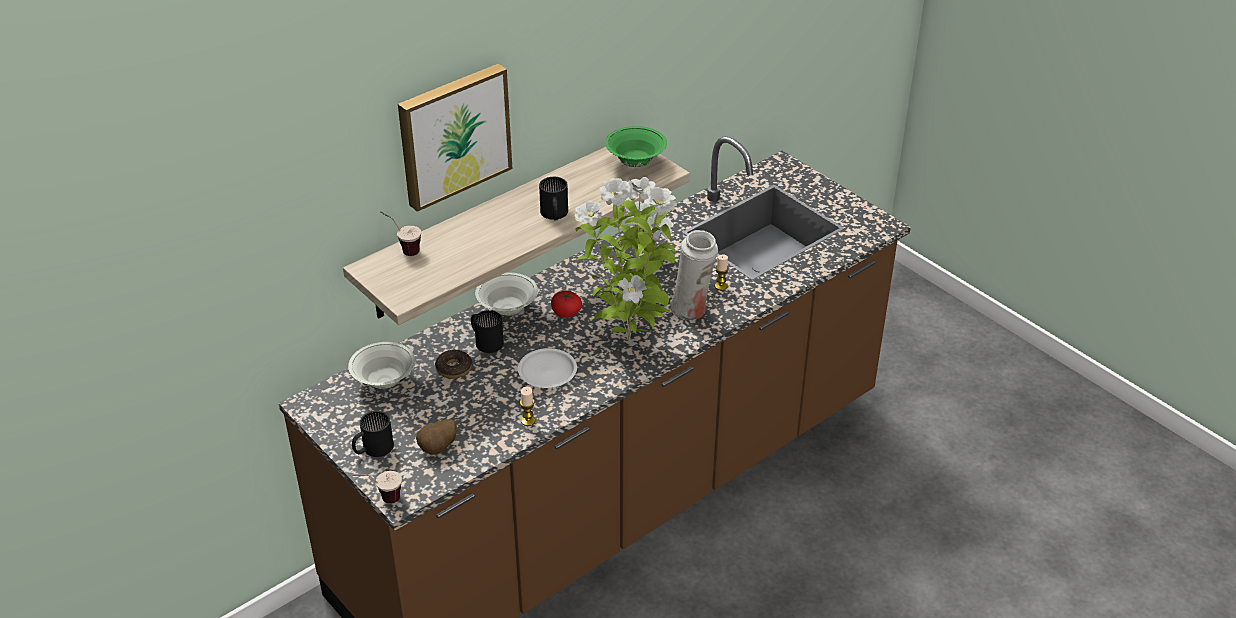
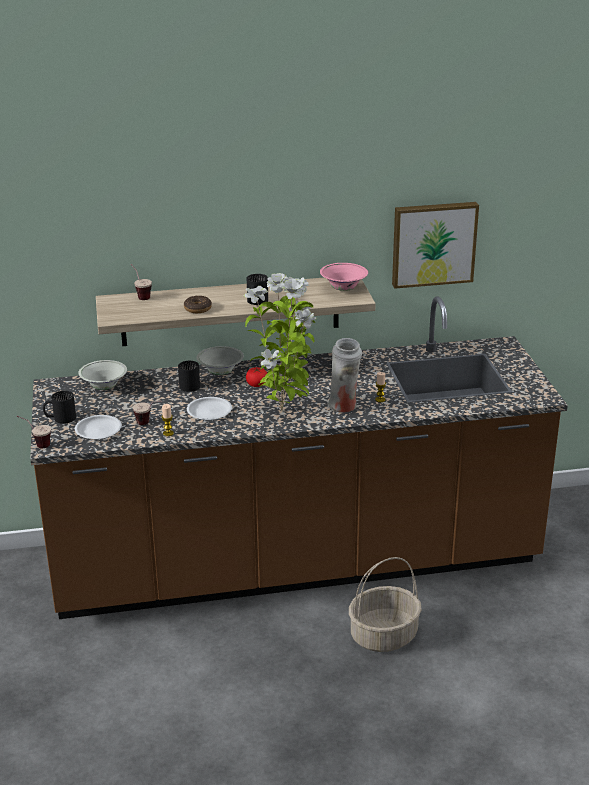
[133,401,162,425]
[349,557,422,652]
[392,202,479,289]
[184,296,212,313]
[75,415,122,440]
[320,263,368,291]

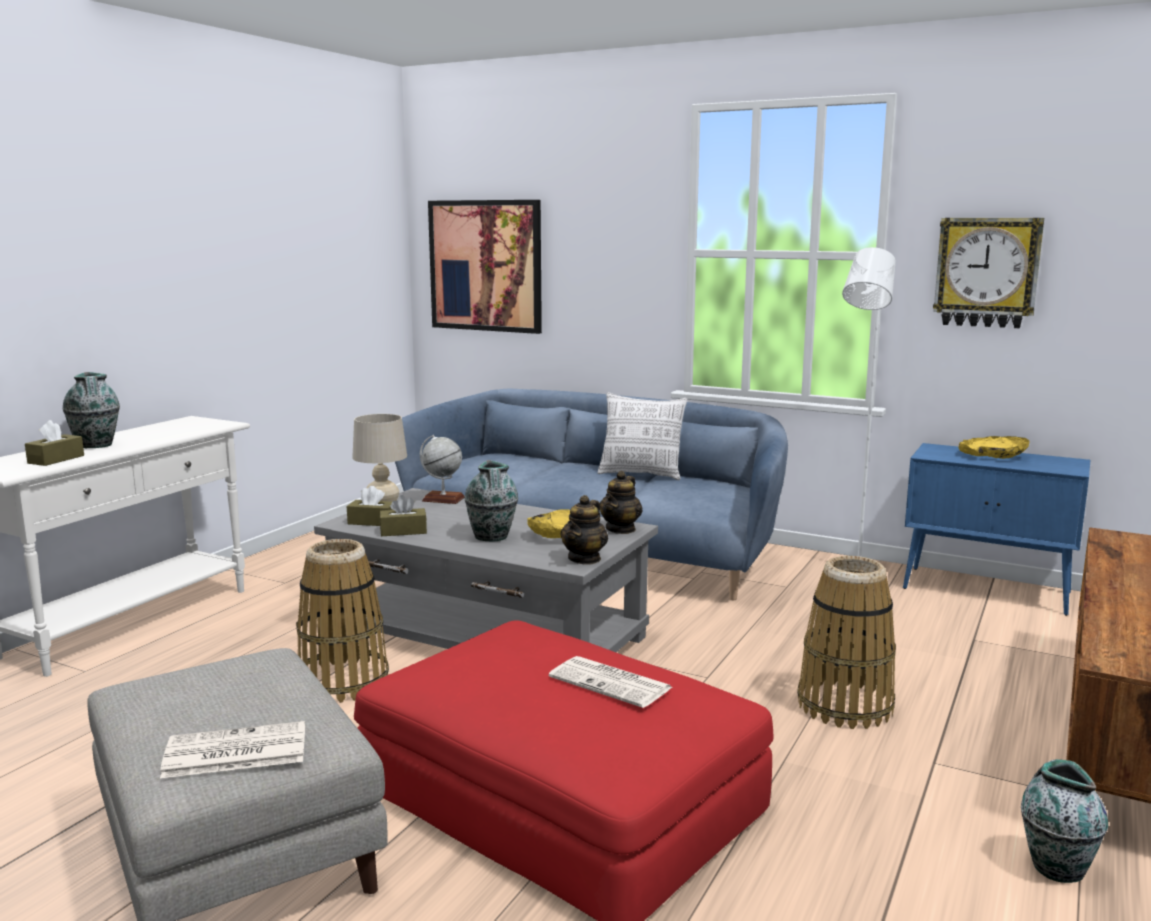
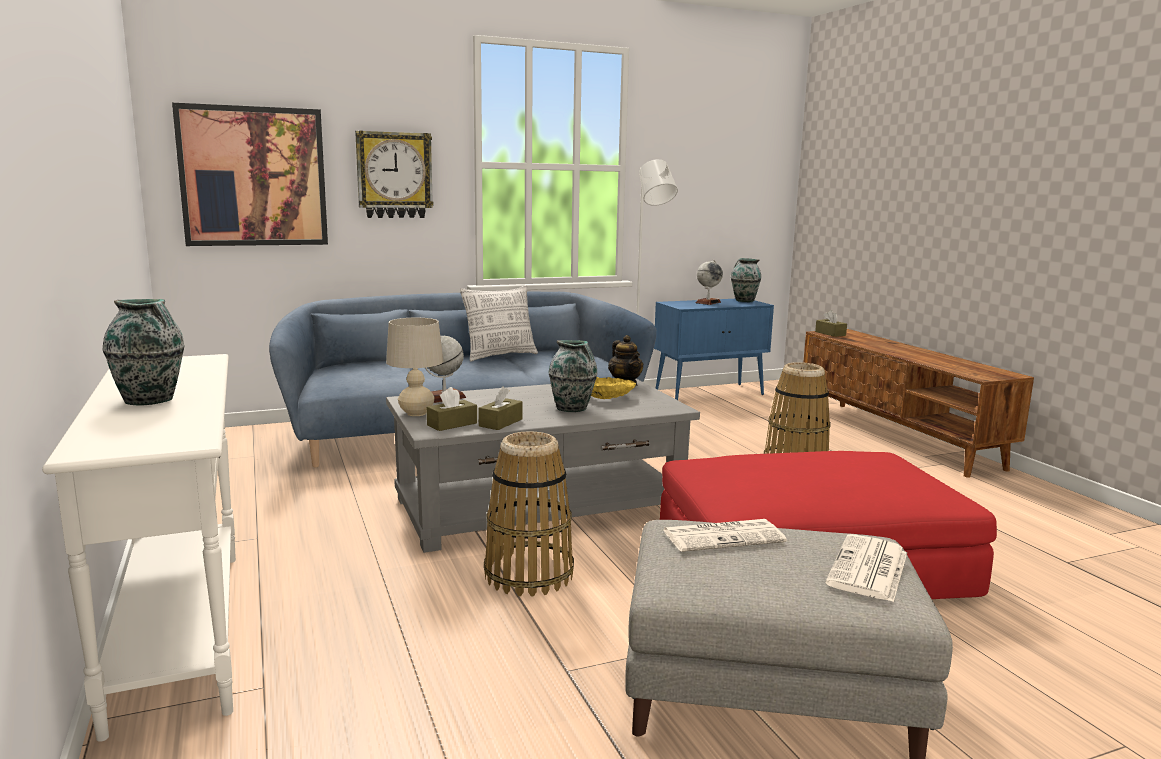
[560,495,608,564] (first image)
[815,310,847,337]
[663,519,787,552]
[355,130,433,218]
[731,258,761,302]
[695,260,723,305]

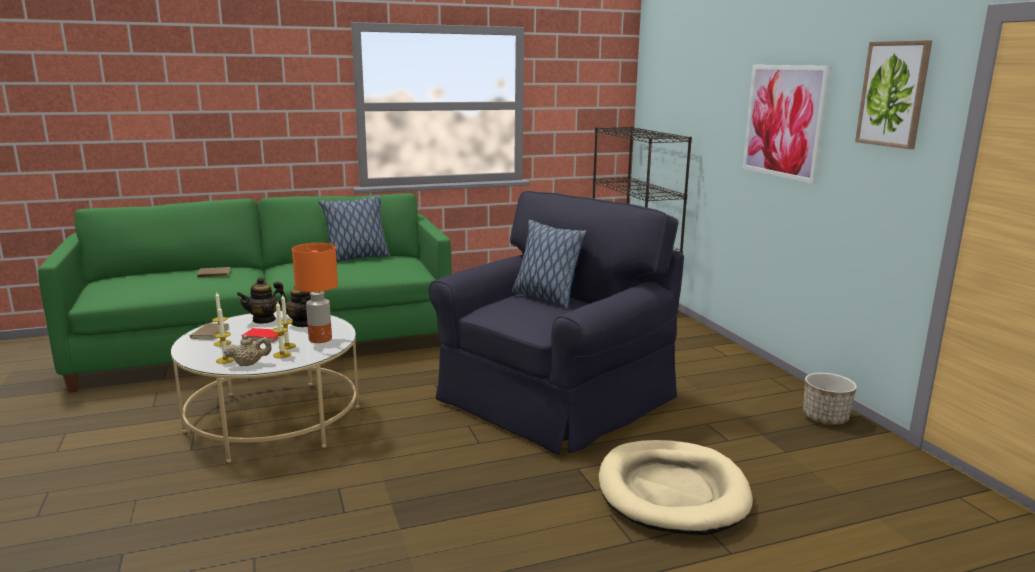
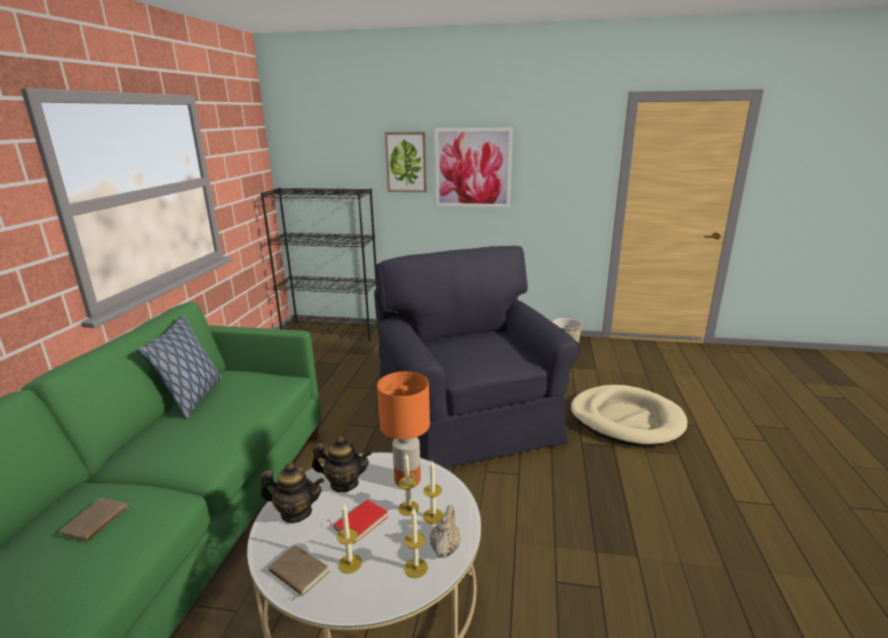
[512,220,587,309] (first image)
[385,132,427,192]
[261,462,324,523]

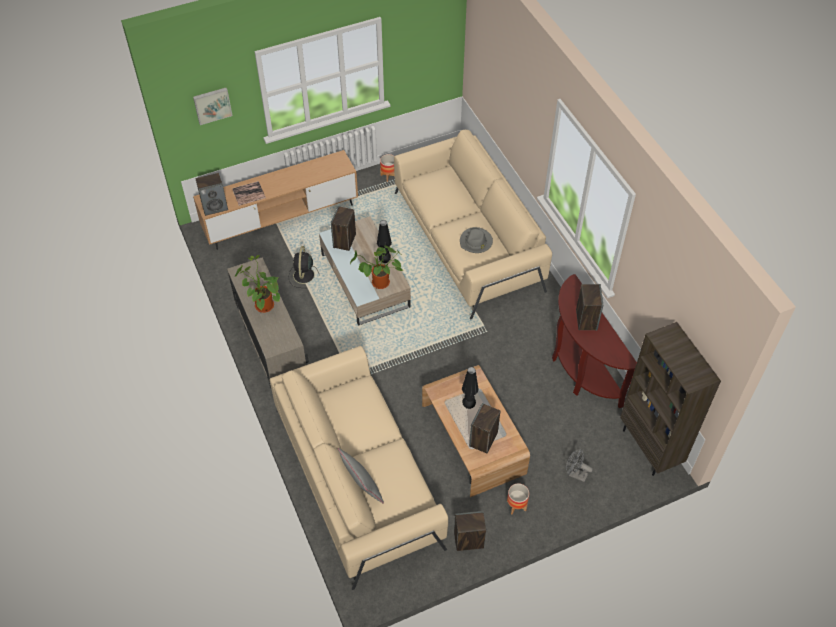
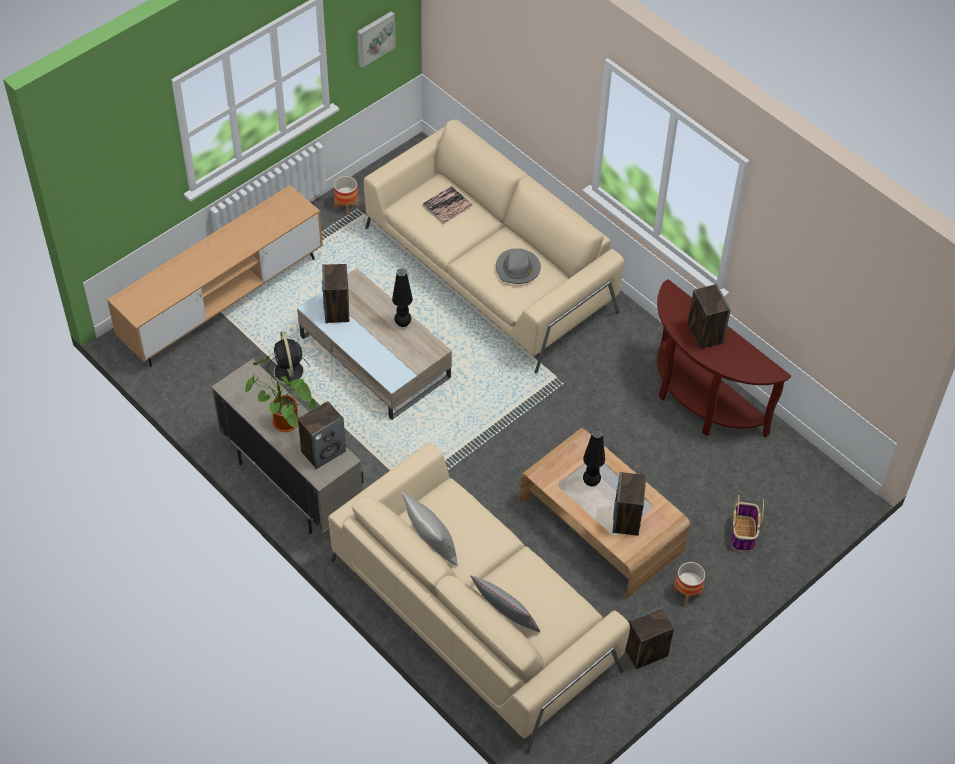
[350,246,403,289] (first image)
[620,322,721,476] (first image)
[402,492,458,566]
[357,11,396,68]
[298,401,346,469]
[422,186,472,224]
[731,495,764,551]

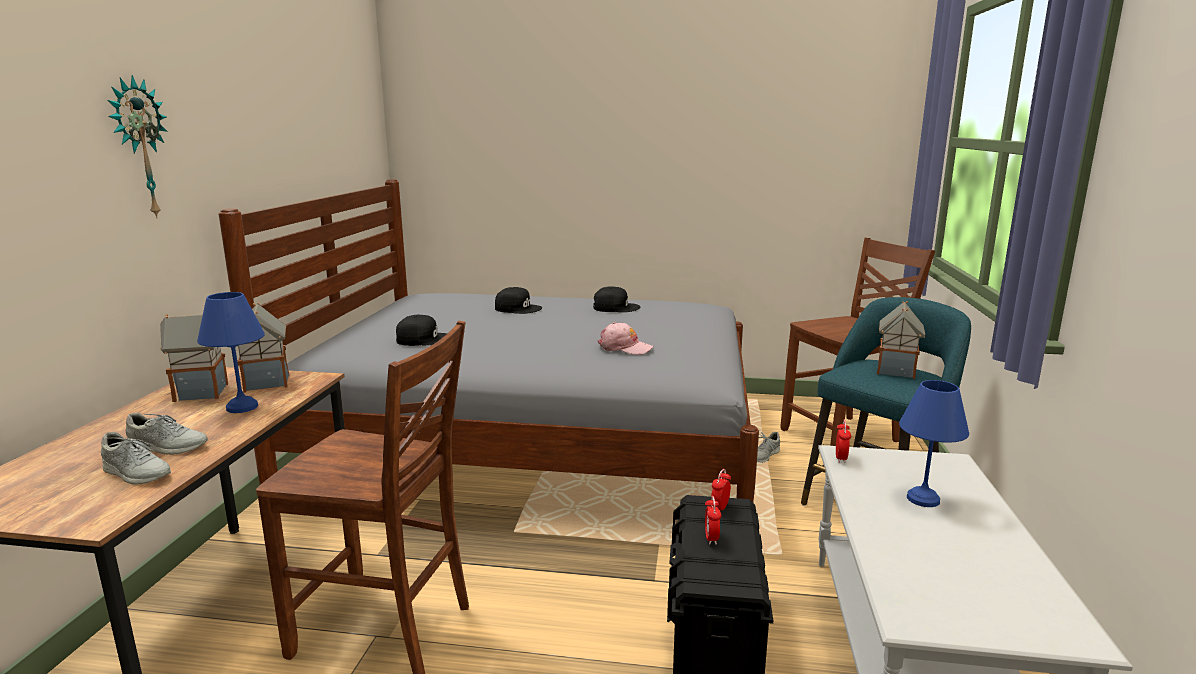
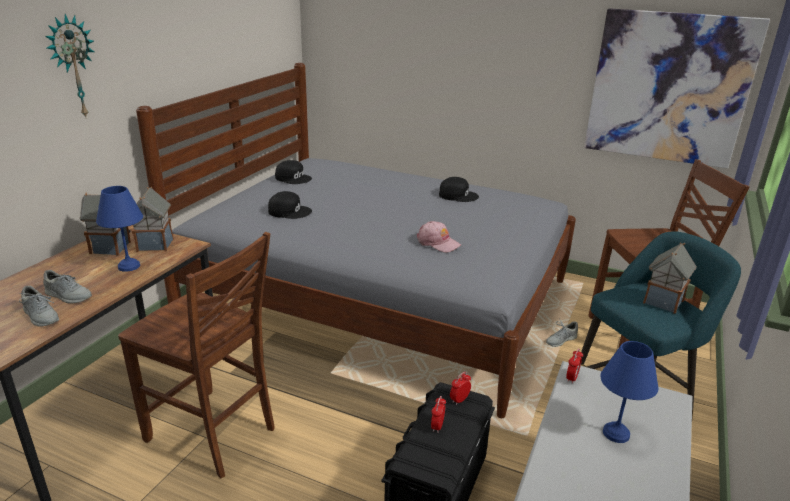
[584,8,770,168]
[275,160,312,184]

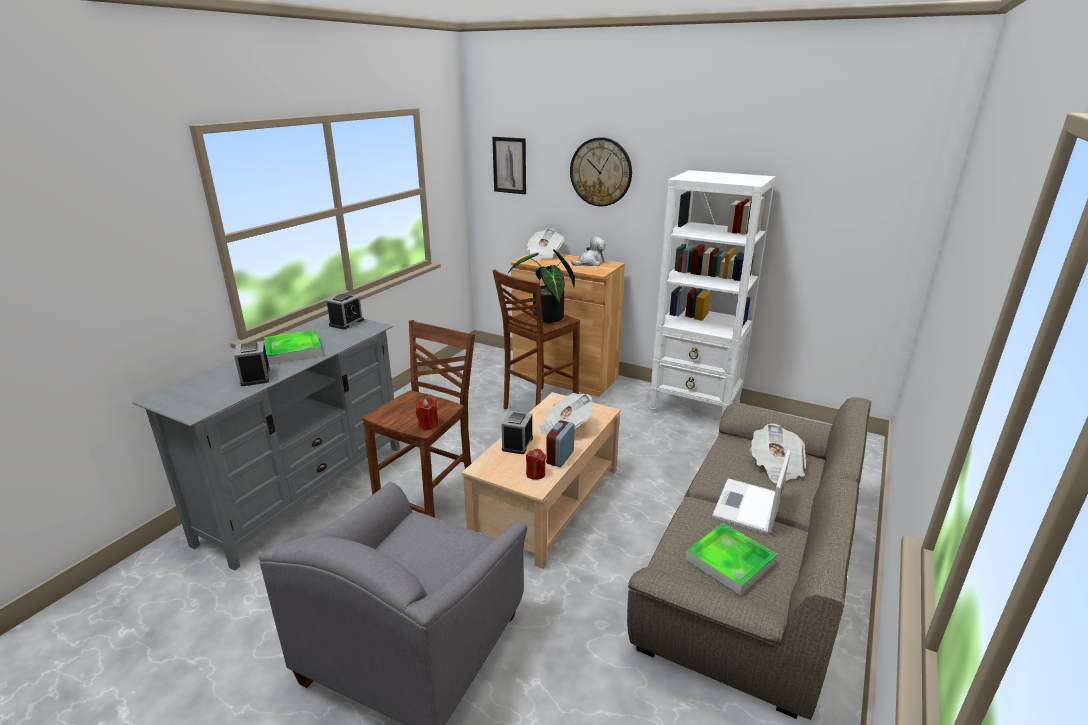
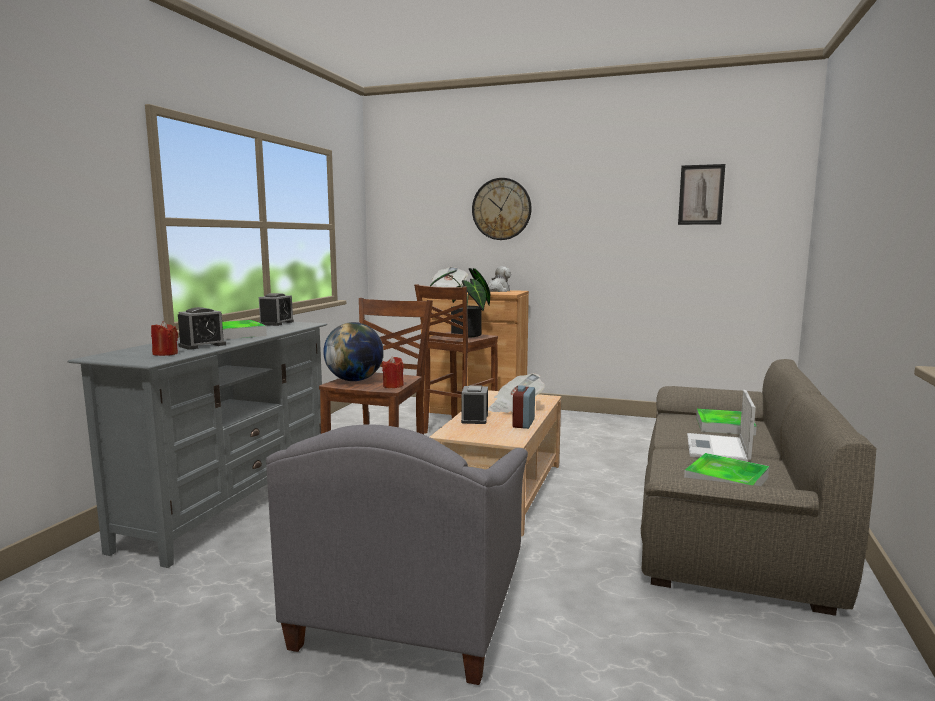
[650,170,775,415] (first image)
[323,322,384,381]
[678,164,725,225]
[151,321,178,356]
[696,409,757,435]
[178,307,226,350]

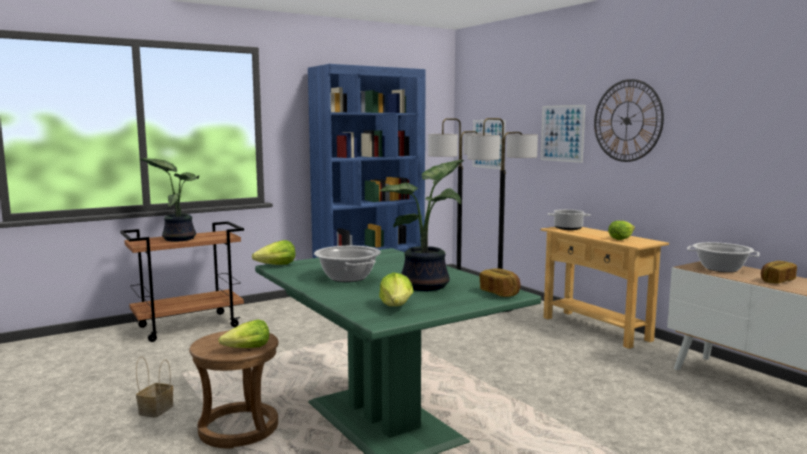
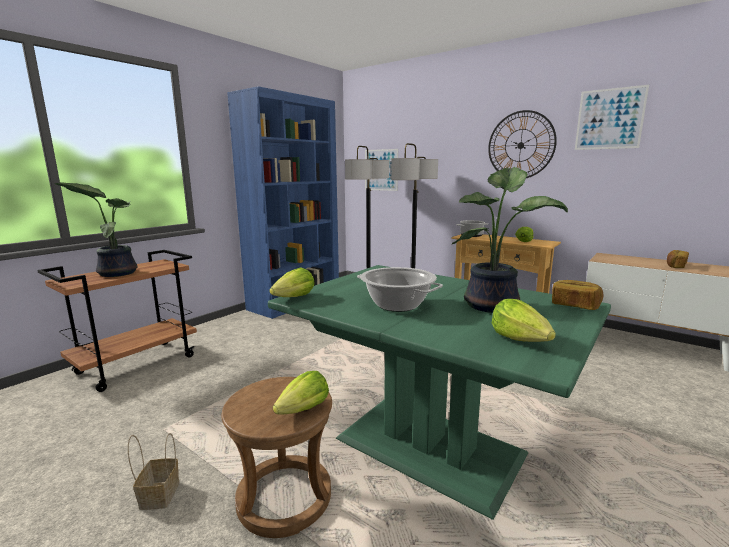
[687,242,759,272] (first image)
[575,85,649,150]

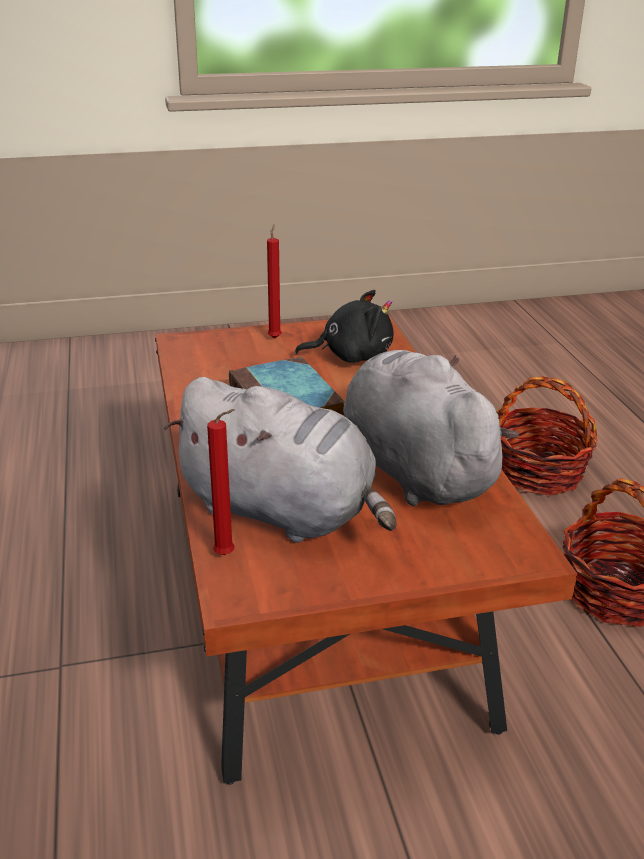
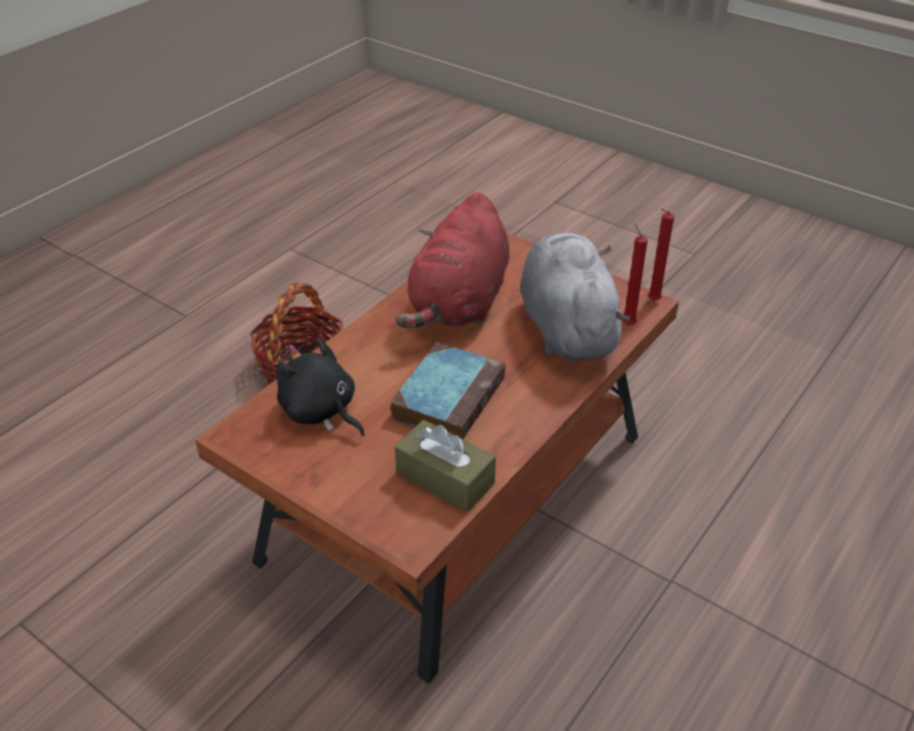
[497,377,597,496] (first image)
[395,420,496,512]
[648,209,674,301]
[396,192,510,328]

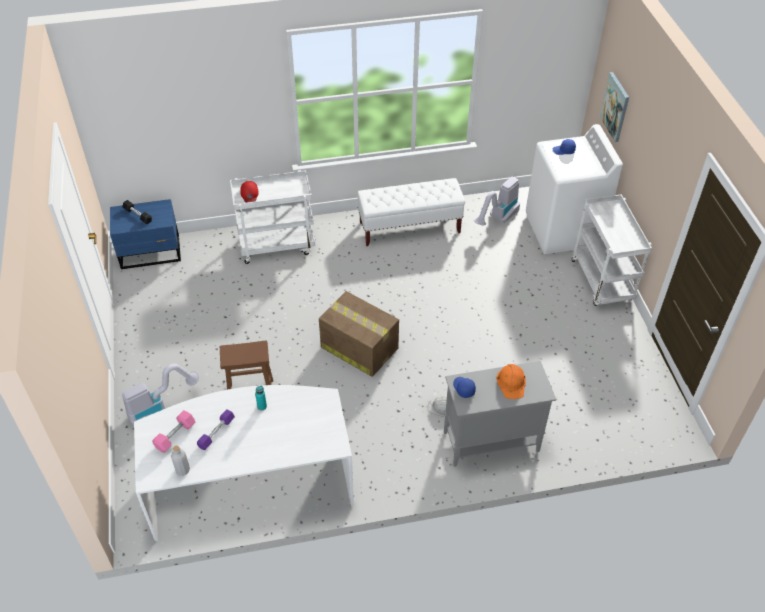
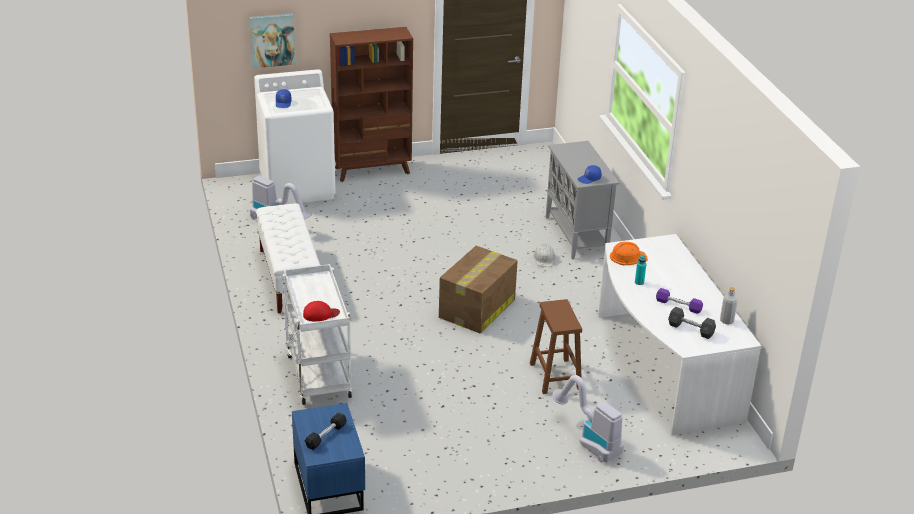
[610,242,648,265]
[330,27,413,182]
[668,307,716,339]

